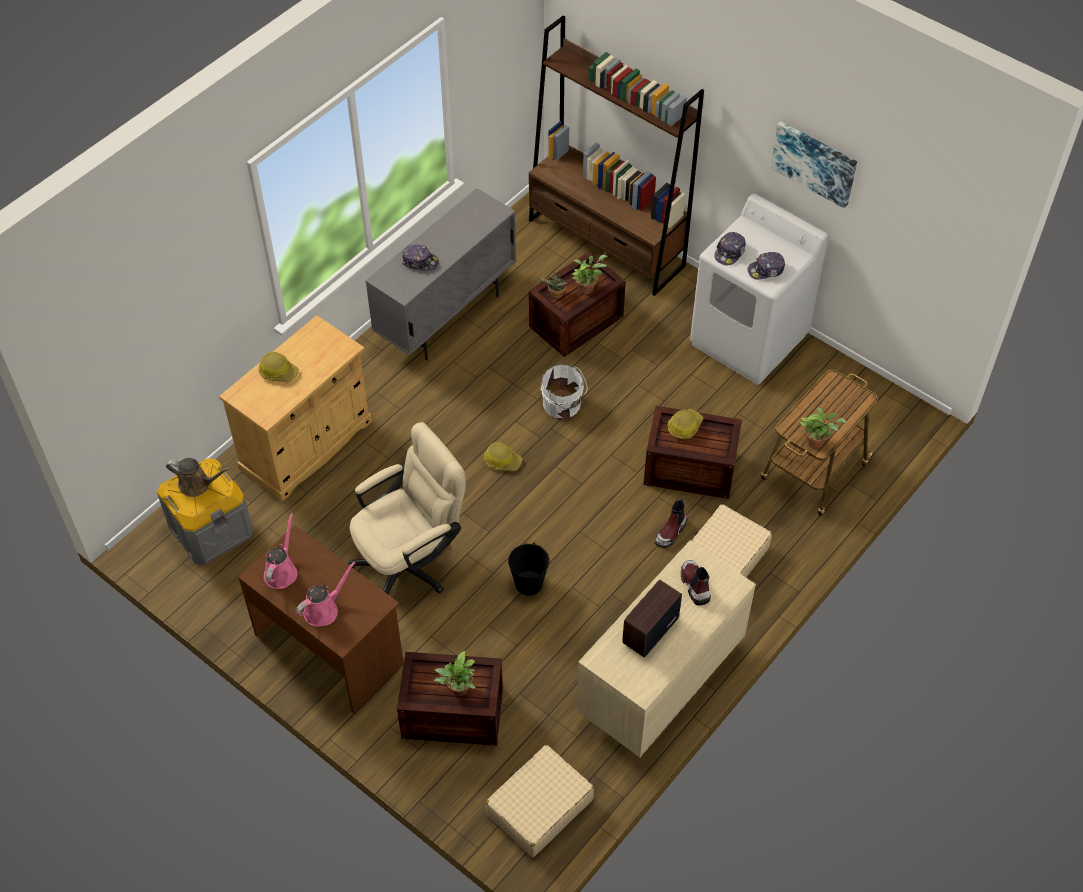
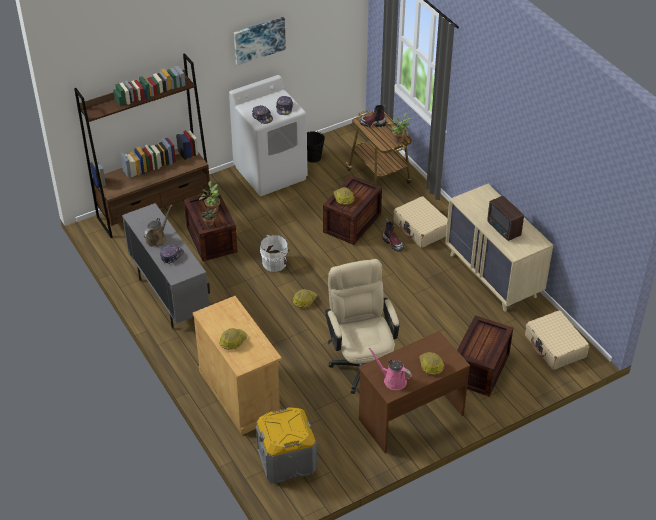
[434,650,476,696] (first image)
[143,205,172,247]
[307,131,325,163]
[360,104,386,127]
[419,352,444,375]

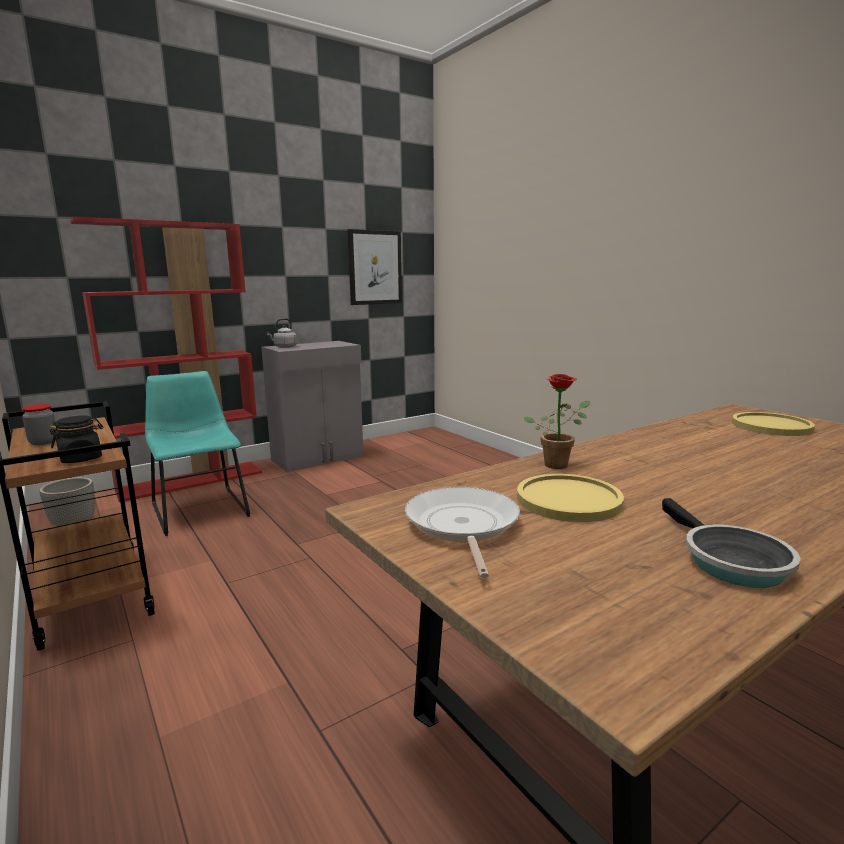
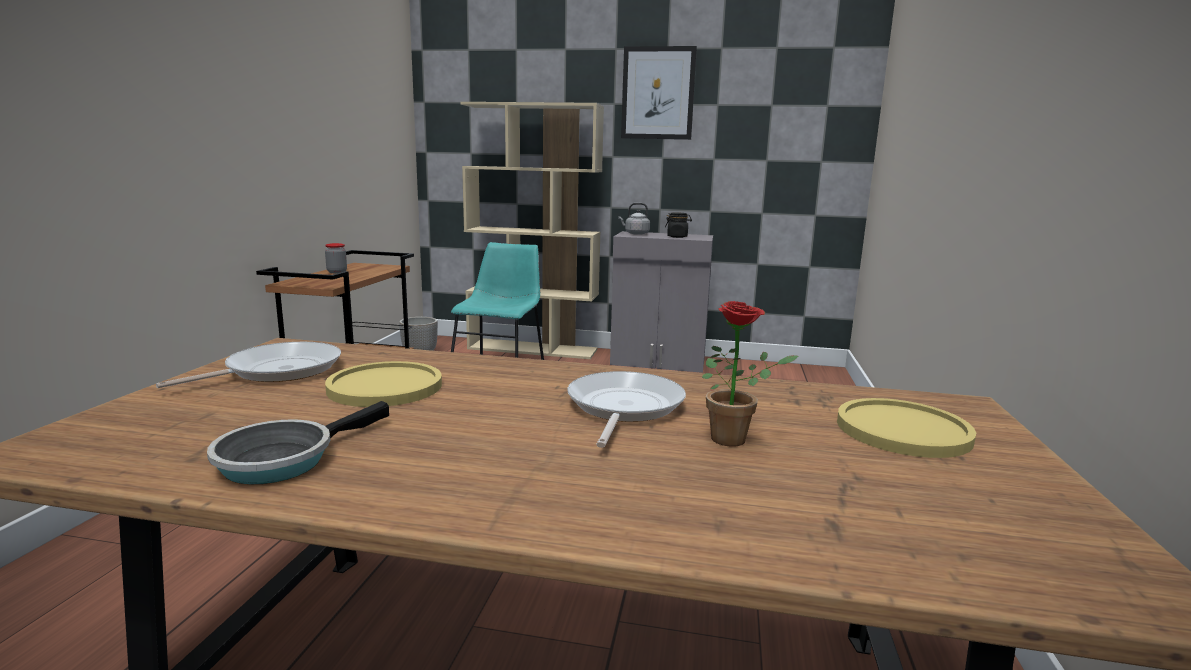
[567,371,686,448]
[665,212,692,238]
[621,46,697,140]
[702,301,798,447]
[460,102,604,359]

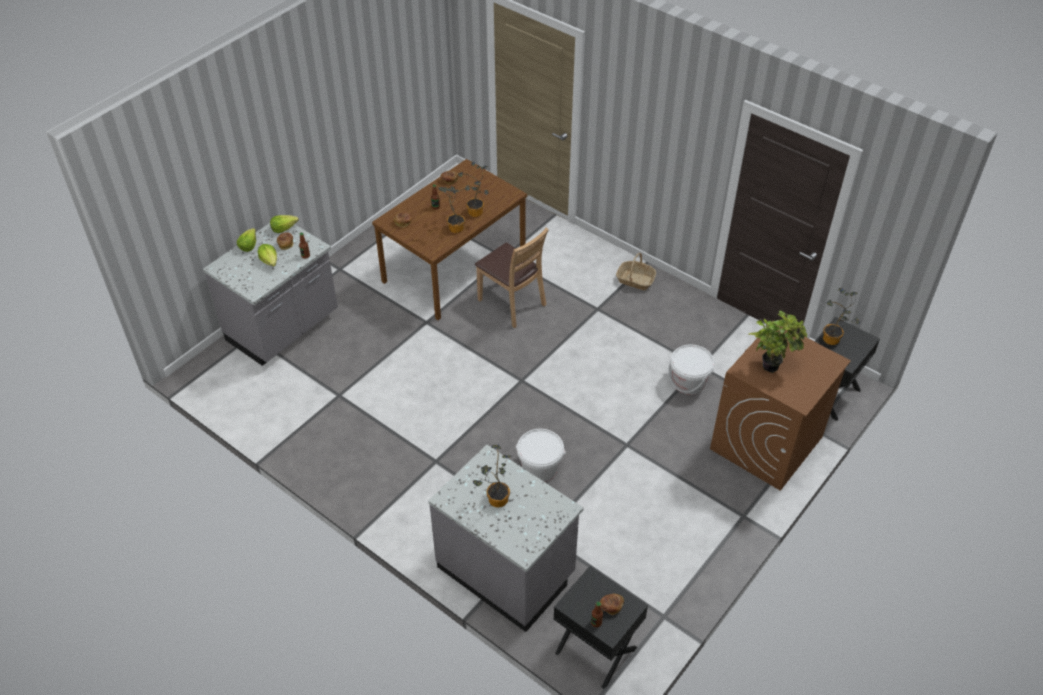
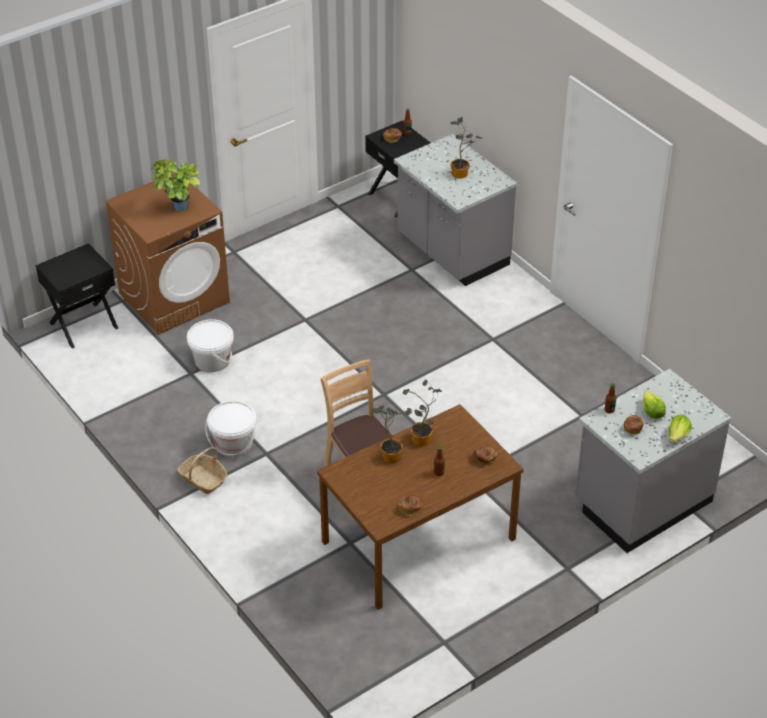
[270,215,299,233] (first image)
[823,288,860,345] (first image)
[205,401,257,457]

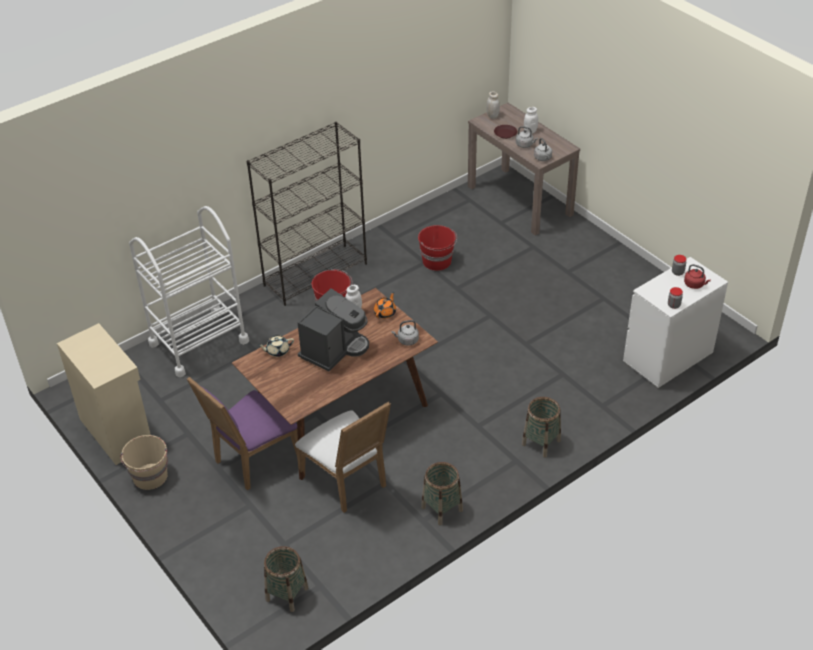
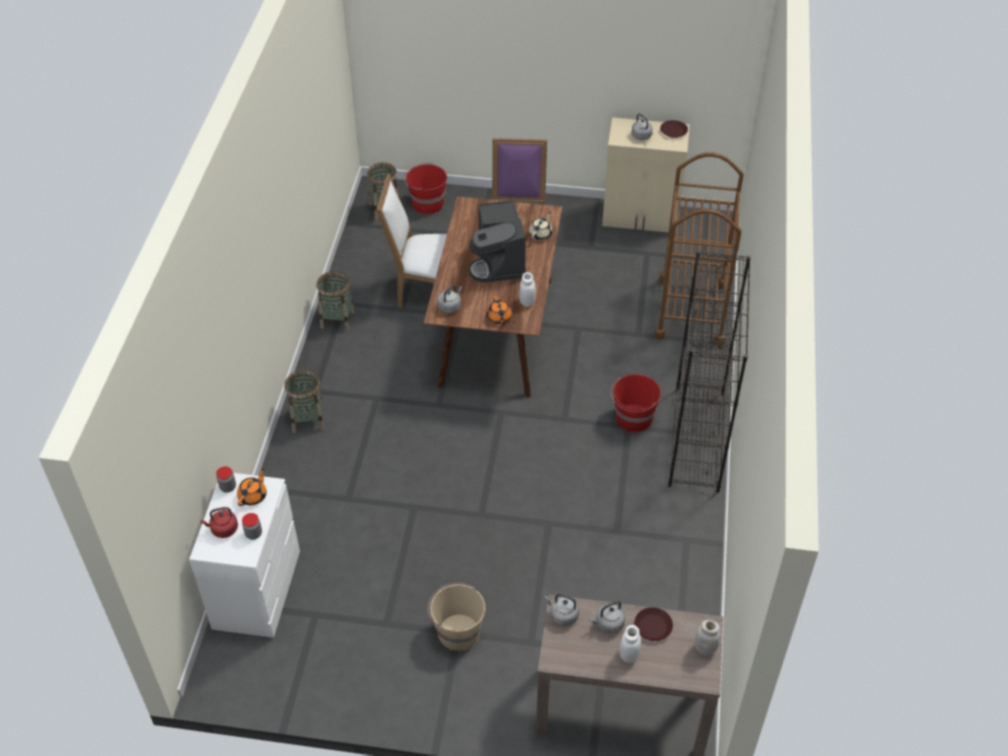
[237,468,267,506]
[632,113,653,140]
[660,120,688,138]
[428,582,485,651]
[404,163,447,214]
[654,152,744,346]

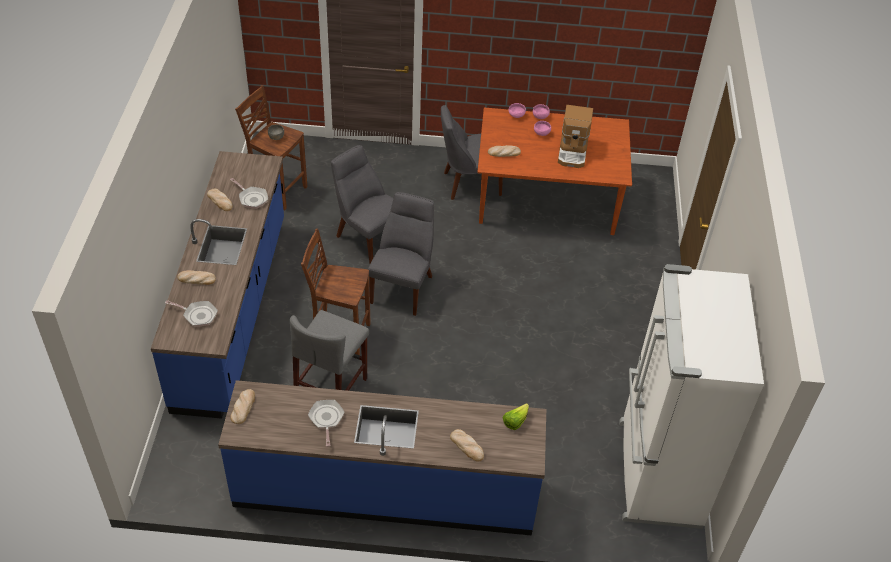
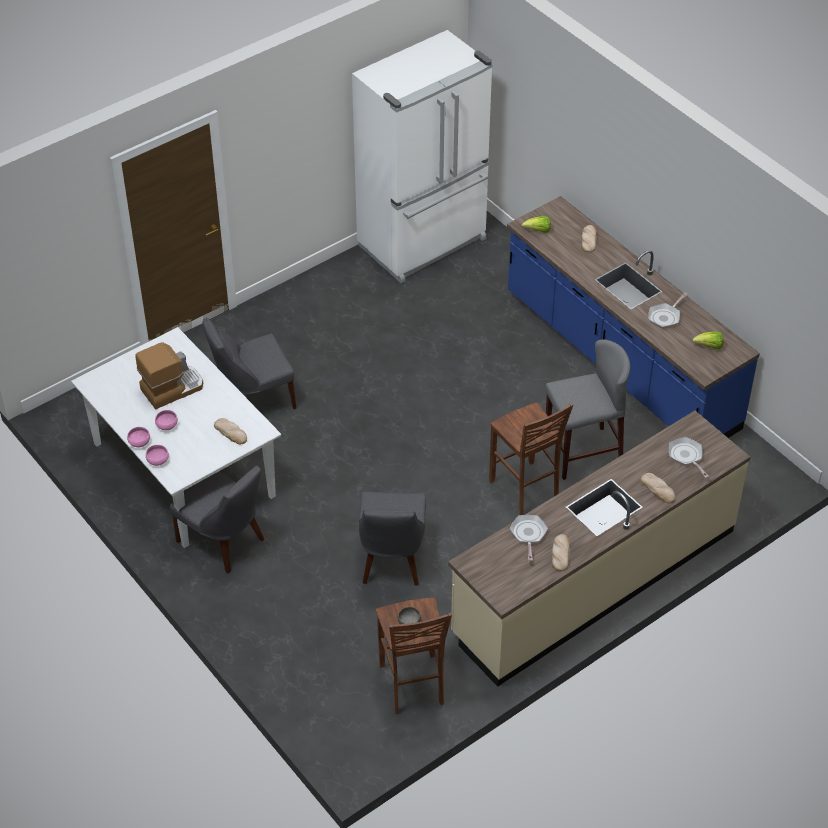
[230,389,255,424] (first image)
[692,331,724,349]
[203,317,296,409]
[448,411,750,687]
[71,327,281,548]

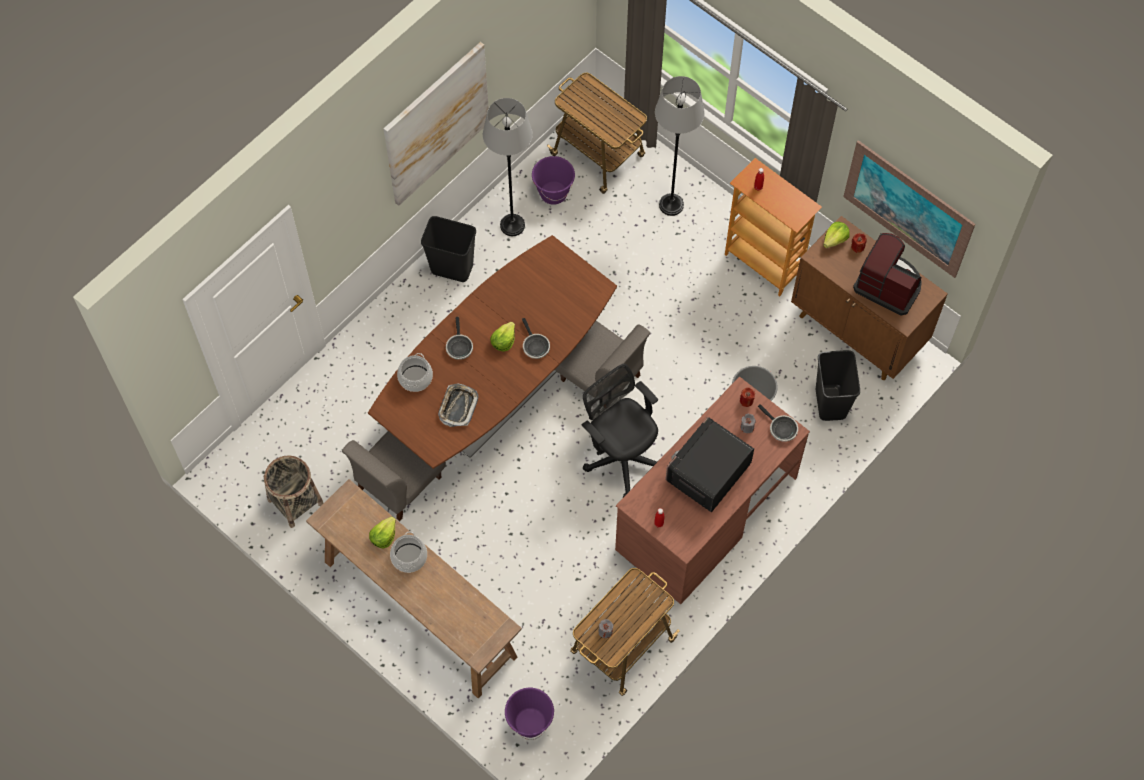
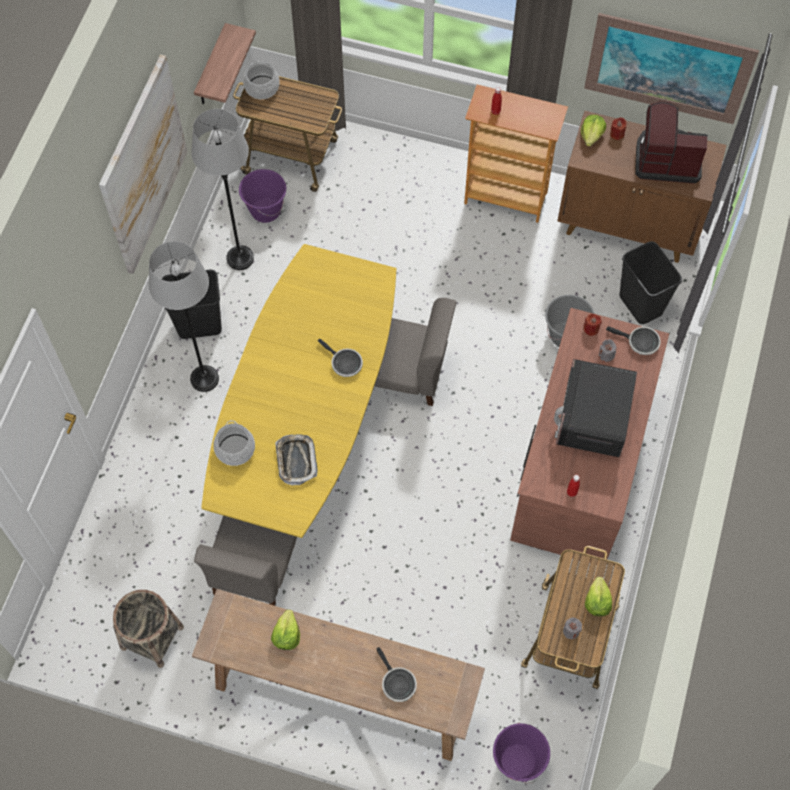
[582,364,658,497] (first image)
[194,23,256,104]
[243,60,280,99]
[376,647,417,702]
[585,577,612,616]
[149,241,219,392]
[201,244,396,538]

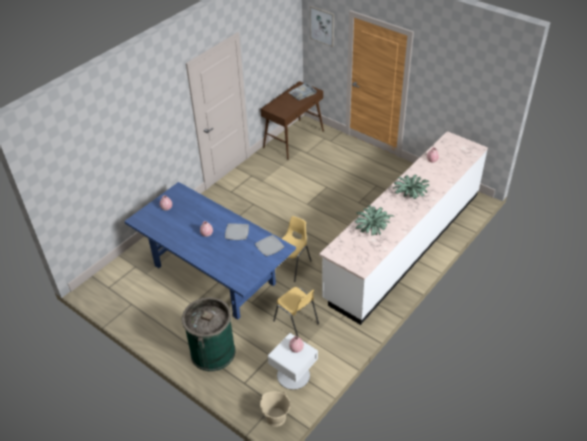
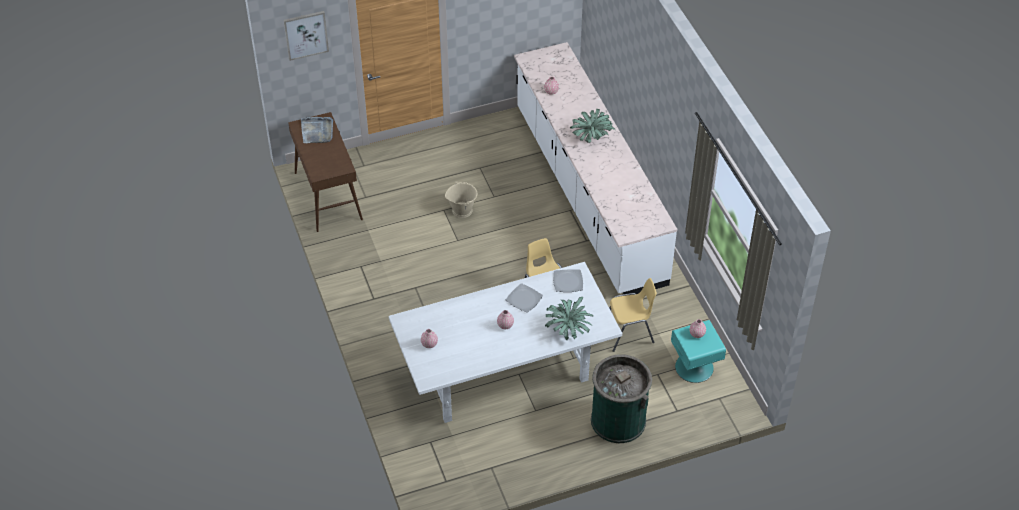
[445,181,478,218]
[545,297,594,340]
[389,262,622,423]
[671,320,726,383]

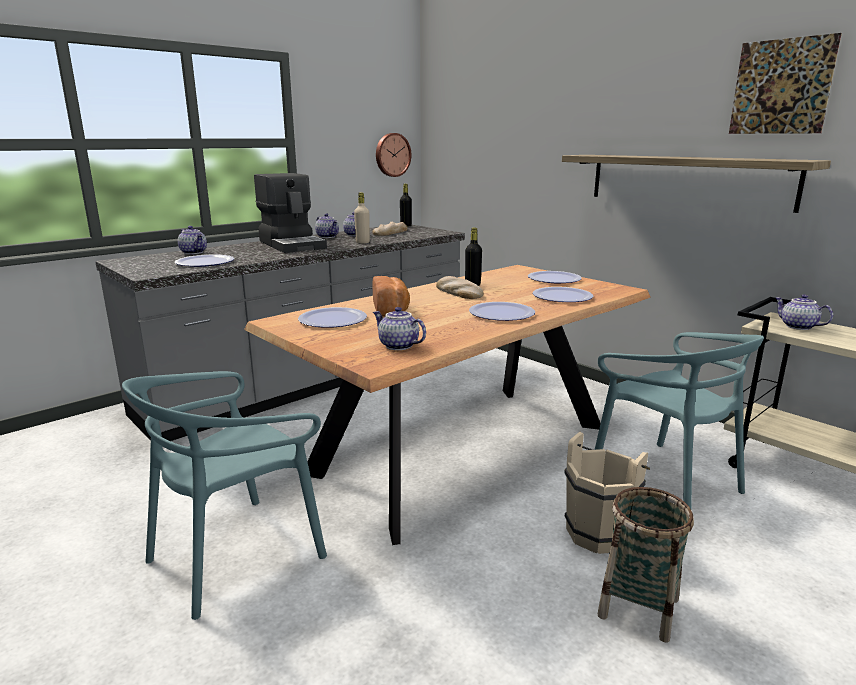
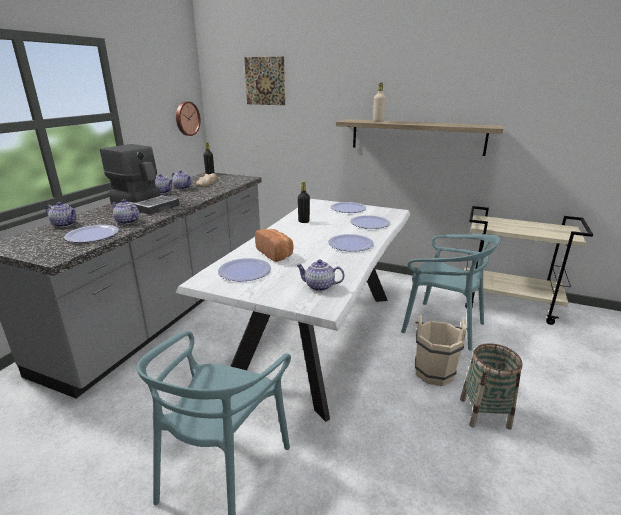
[436,276,484,299] (first image)
[373,83,386,122]
[244,57,285,105]
[112,199,140,224]
[175,199,411,422]

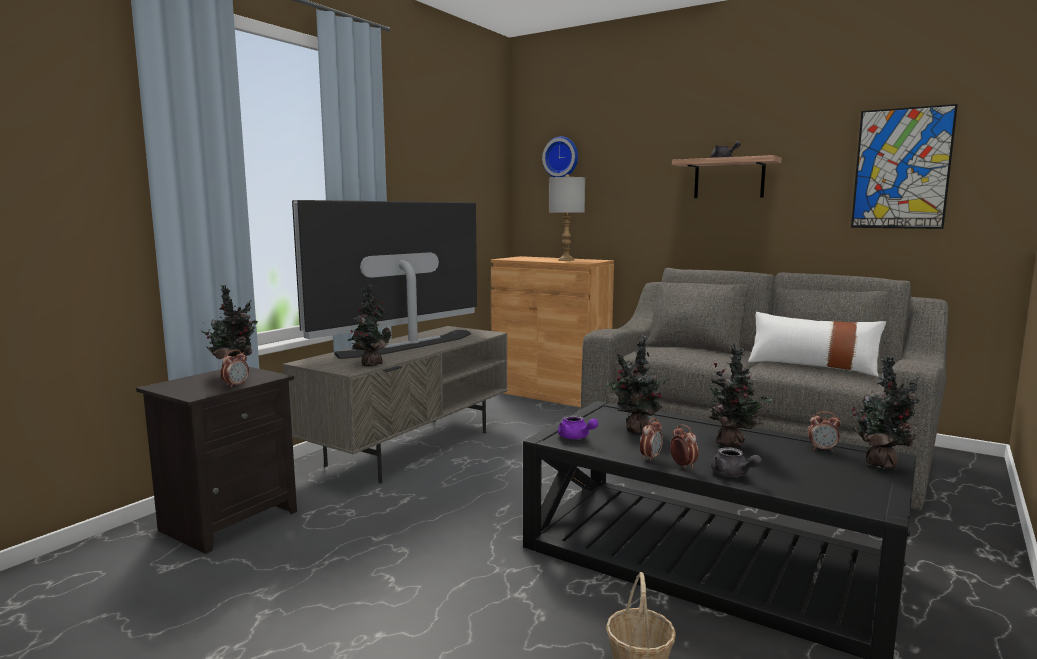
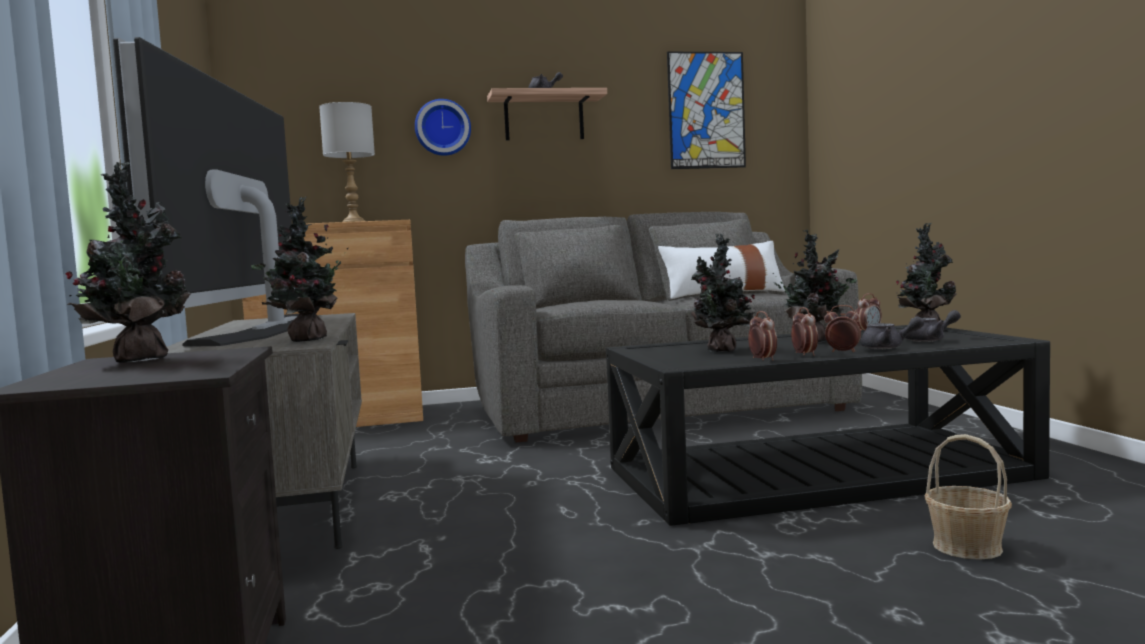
[558,415,598,439] (first image)
[906,310,961,342]
[748,311,777,361]
[415,99,471,156]

